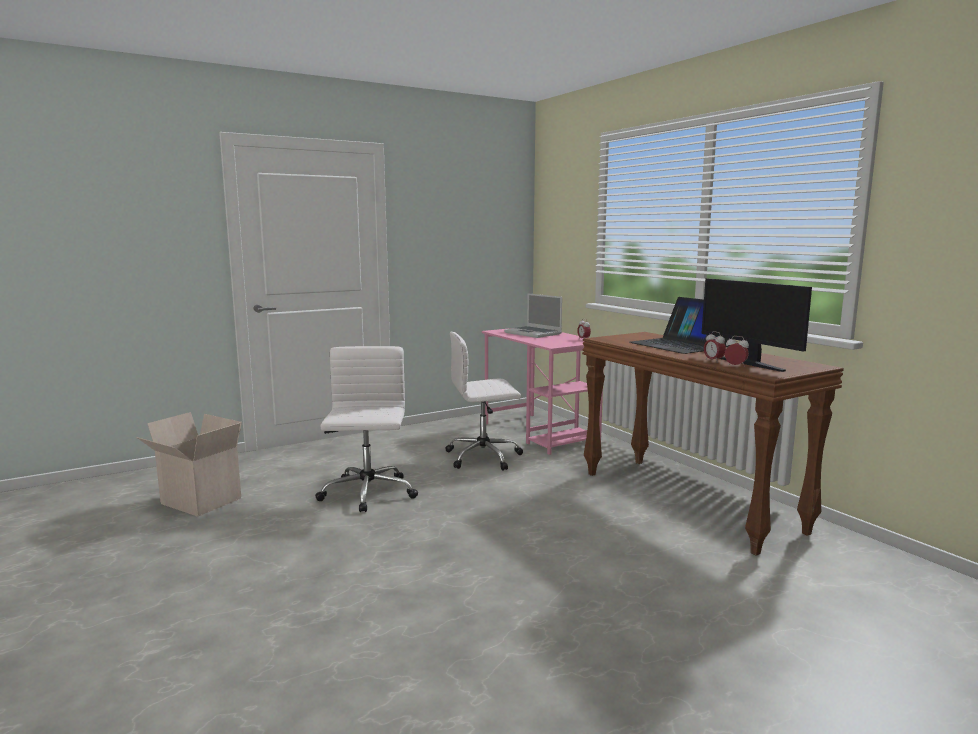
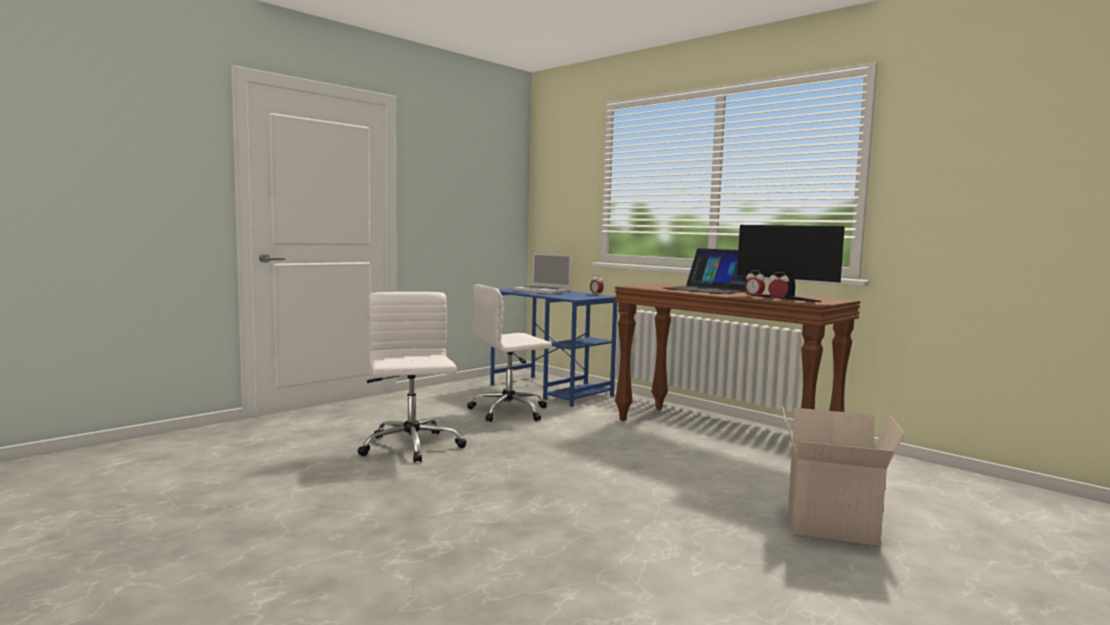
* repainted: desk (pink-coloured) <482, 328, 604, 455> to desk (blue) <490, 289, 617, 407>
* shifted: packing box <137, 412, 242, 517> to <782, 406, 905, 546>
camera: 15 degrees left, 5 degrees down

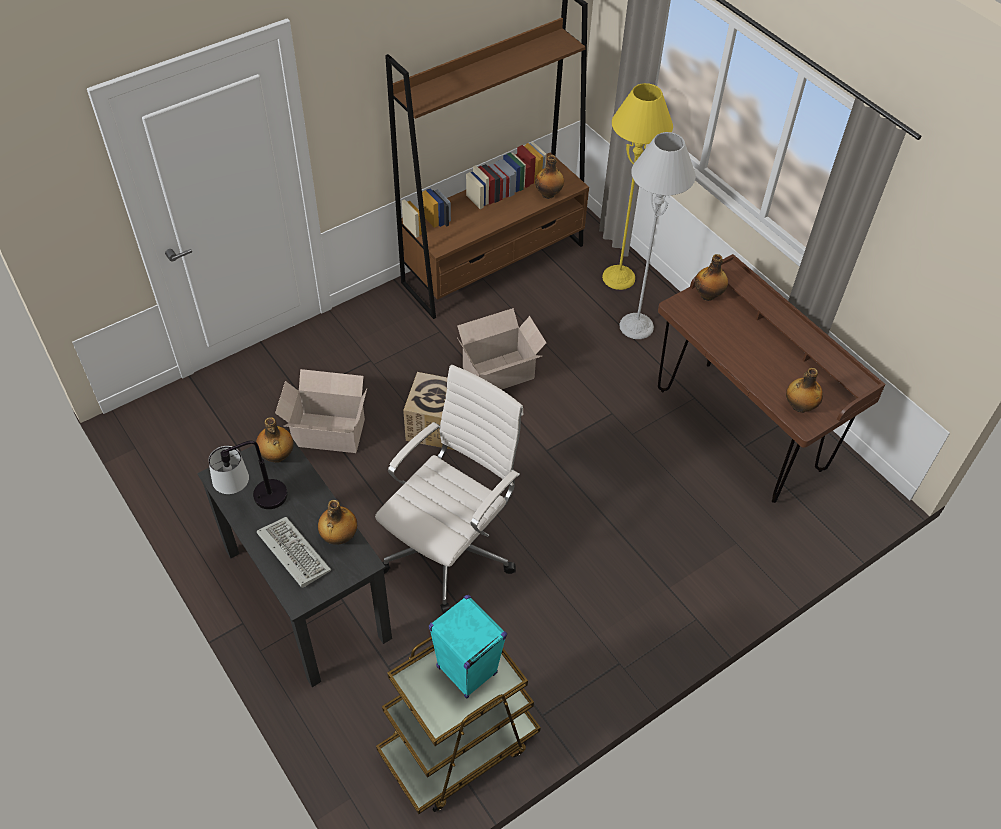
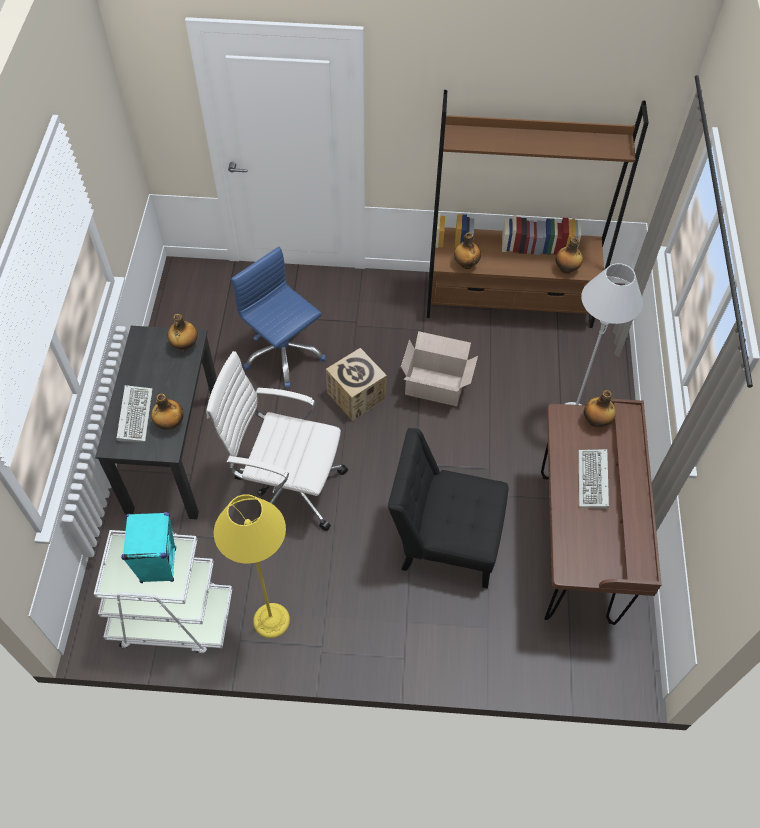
* shifted: standard lamp (yellow-coloured) <602, 83, 673, 290> to <214, 494, 290, 638>
* rotated: computer chair (white) <375, 365, 523, 614> = <206, 351, 348, 531> 150 degrees counterclockwise
* shifted: beverage bottle <786, 368, 823, 413> to <454, 232, 481, 269>
* swapped: packing box <275, 369, 367, 453> to computer chair (blue) <231, 246, 326, 388>
* gone: table lamp <208, 440, 288, 509>
* repainted: wheeled cart (brownish) <376, 637, 541, 814> to wheeled cart (white) <94, 530, 232, 654>
* new: chair (black) <388, 428, 508, 588>
* new: keyboard <578, 449, 609, 509>
camera: 40 degrees right, 5 degrees up

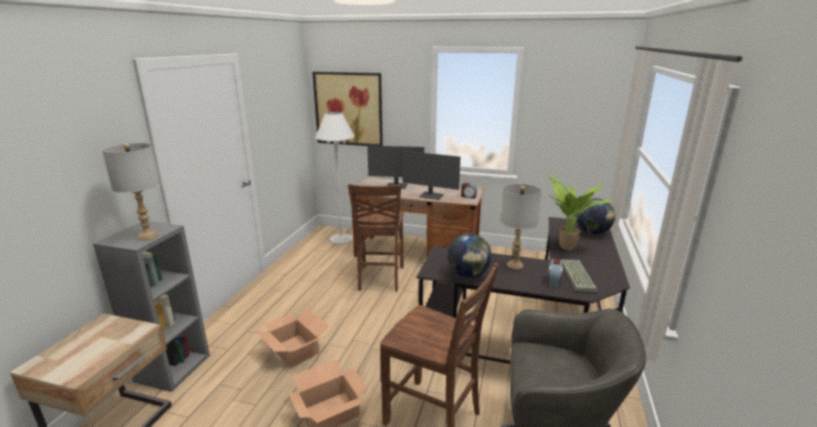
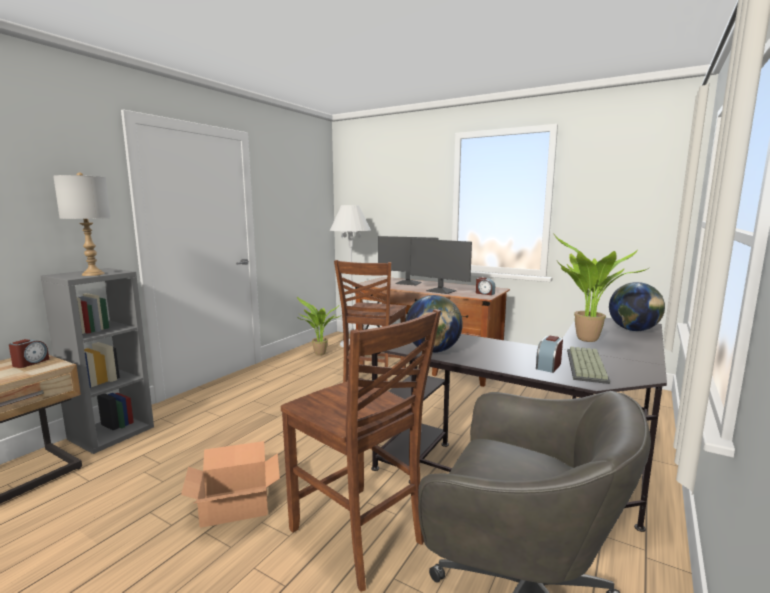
* gone: wall art <312, 72, 383, 146>
* gone: table lamp (grey) <501, 183, 542, 269>
* gone: packing box <256, 309, 329, 368>
* new: houseplant <297, 297, 342, 355>
* new: table clock <9, 339, 49, 368>
camera: 15 degrees right, 10 degrees down

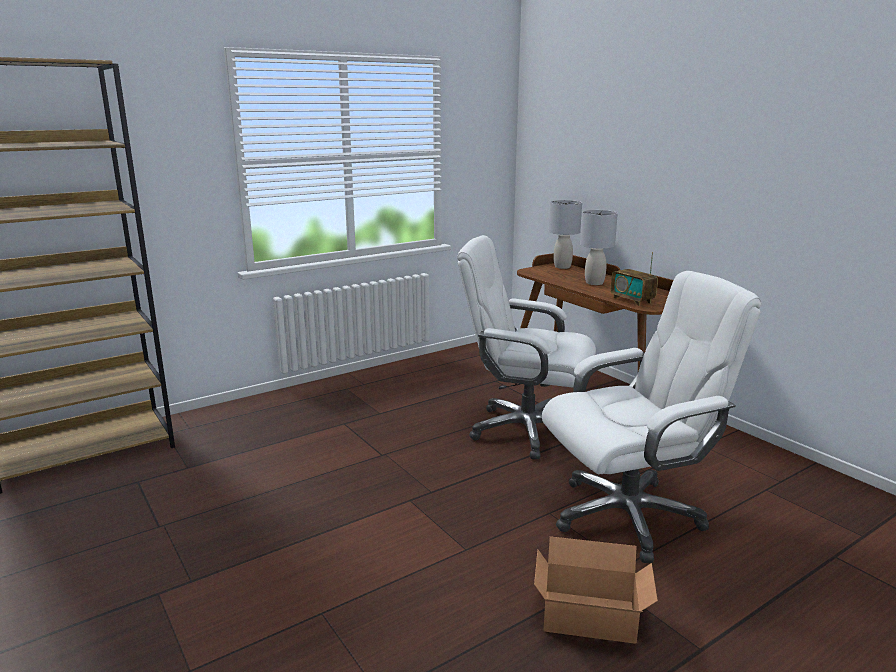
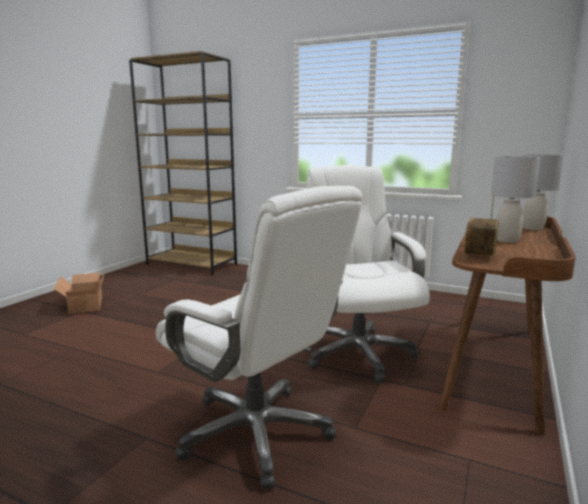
* shifted: packing box <534, 536, 658, 644> to <54, 271, 105, 314>
camera: 60 degrees right, 5 degrees down

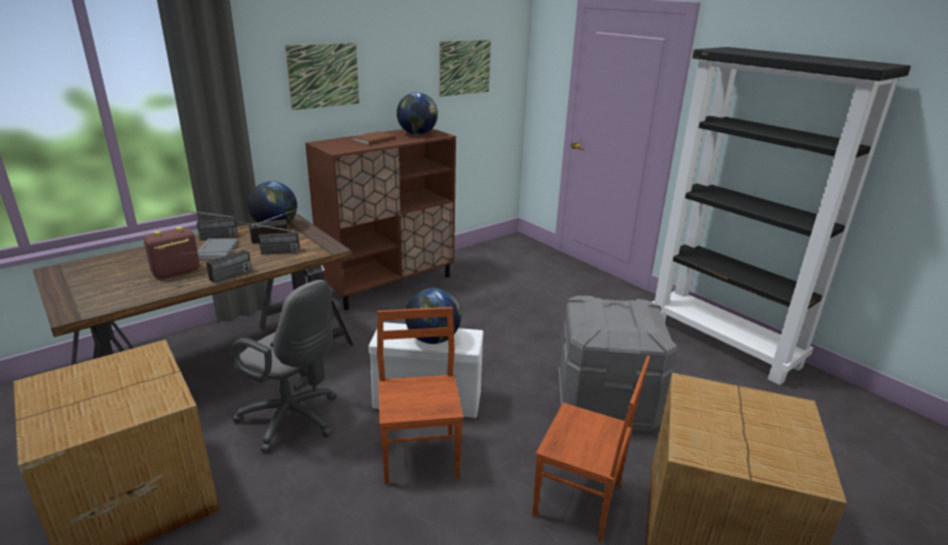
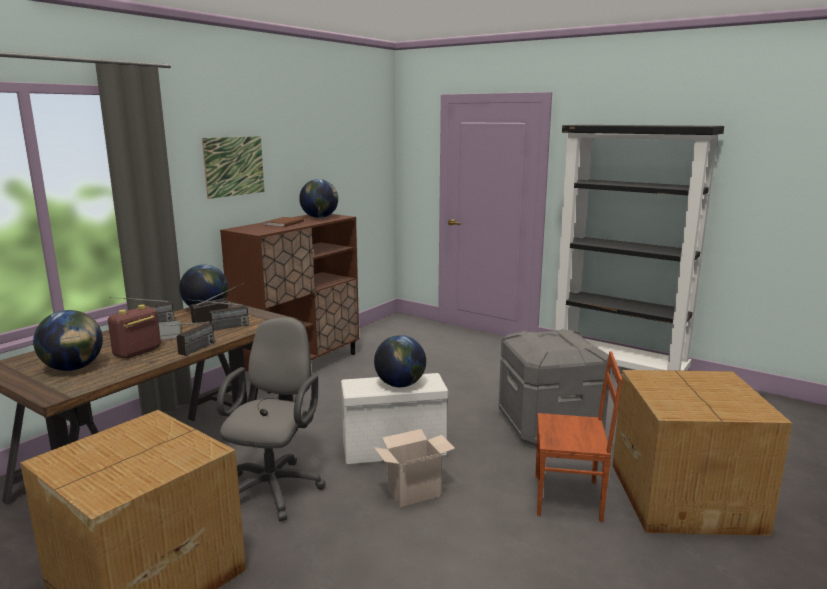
* gone: wall art <439, 40, 491, 97>
* rotated: computer chair (grey) <231, 280, 337, 453> = <217, 317, 326, 521> 90 degrees counterclockwise
* swapped: chair (brownish) <377, 307, 463, 485> to packing box <373, 429, 455, 507>
* new: desk globe <33, 310, 103, 371>
camera: 15 degrees left, 10 degrees down

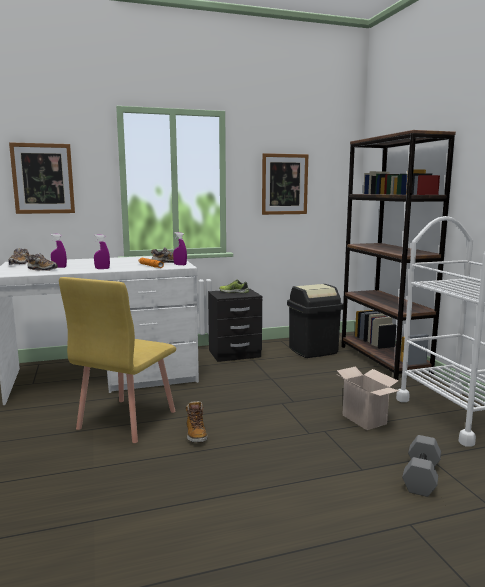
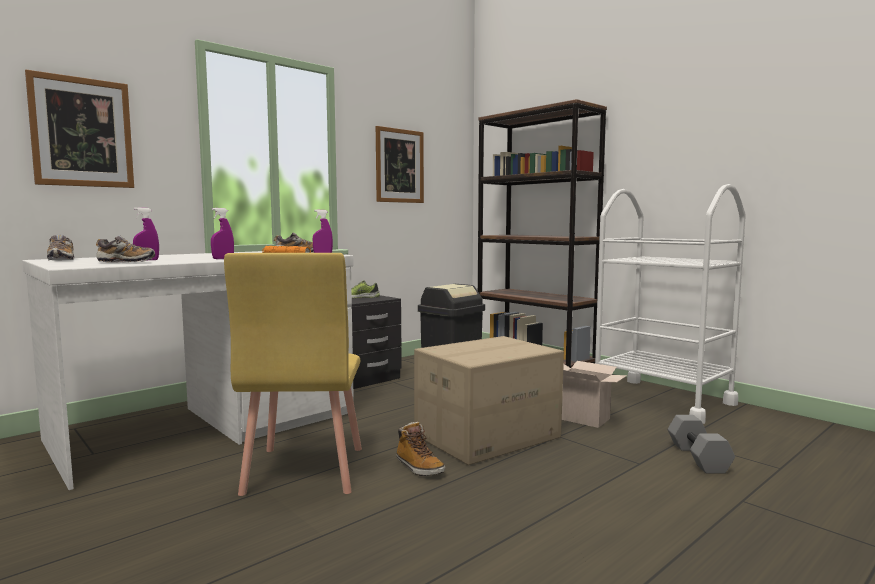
* new: packing box <414, 336, 564, 465>
camera: 25 degrees left, 5 degrees down

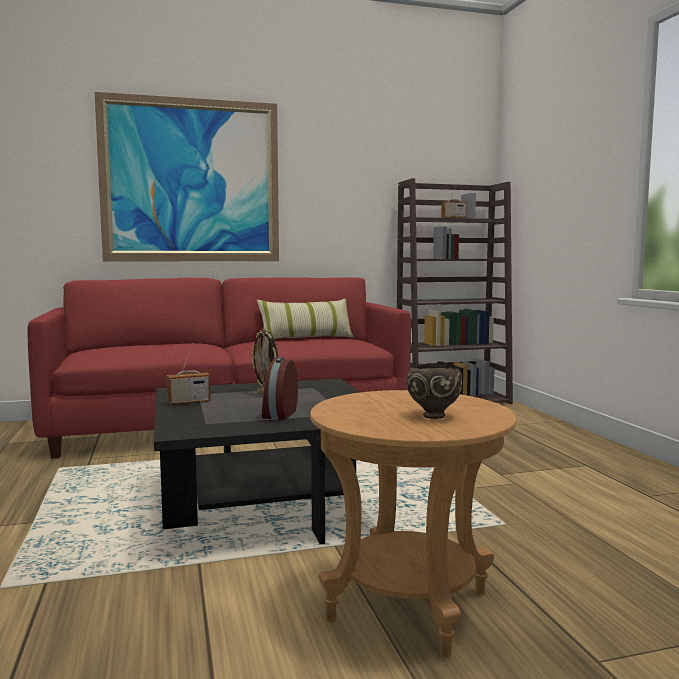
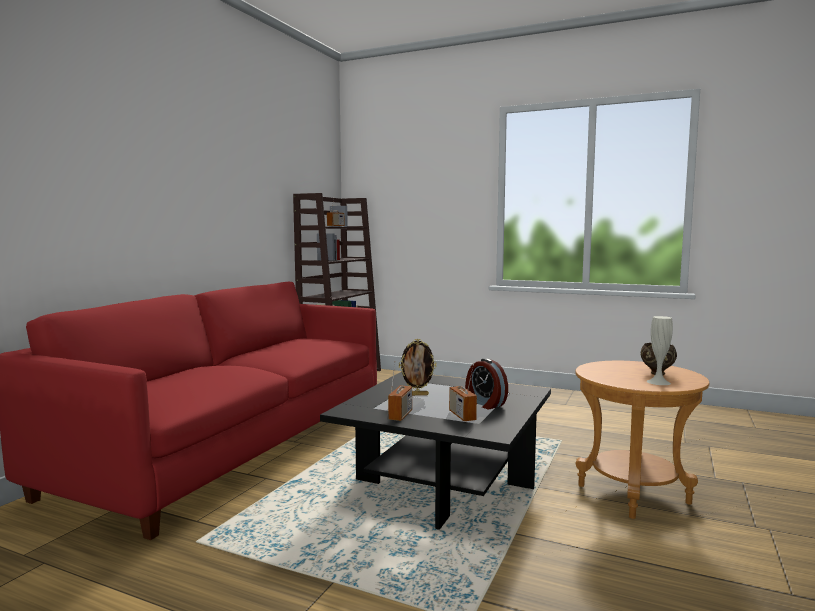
* gone: wall art <95, 92, 279, 262>
* gone: throw pillow <257, 298, 354, 339>
* new: decorative vase (white) <647, 316, 673, 385>
* new: radio receiver <449, 364, 477, 421>
camera: 50 degrees left, 0 degrees up

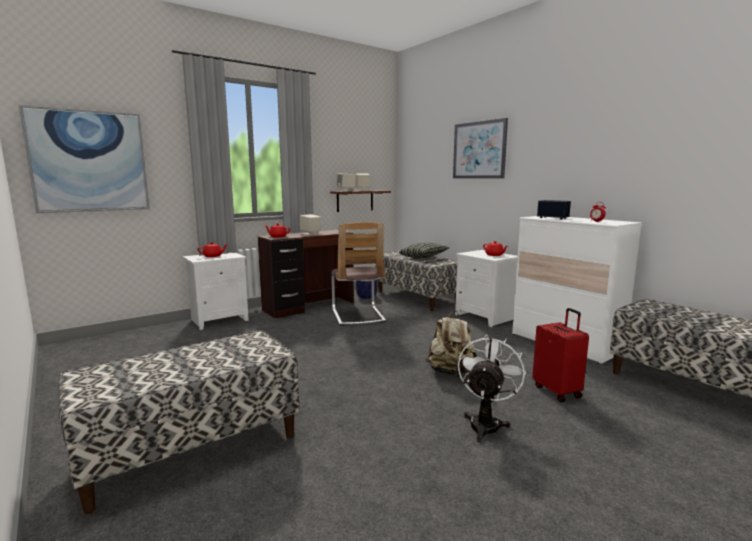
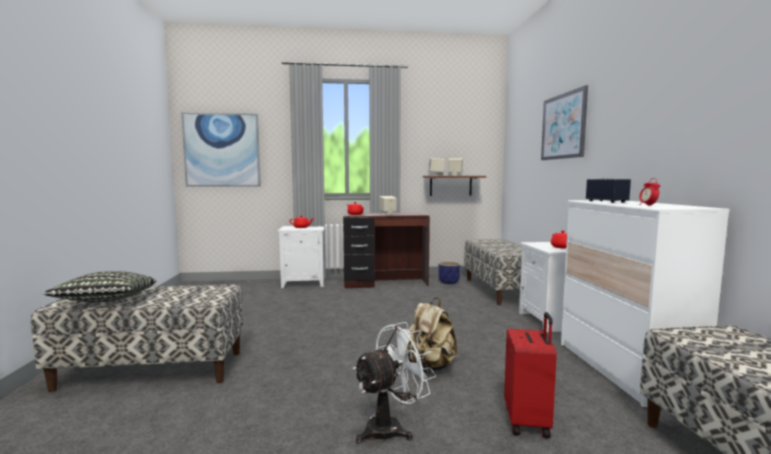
* gone: chair <331, 222, 386, 326>
* shifted: throw pillow <399, 243, 449, 258> to <43, 271, 157, 302>
camera: 30 degrees right, 5 degrees down

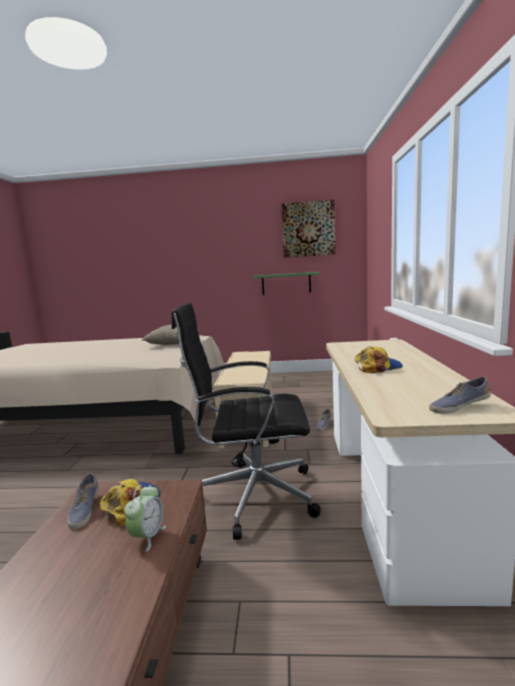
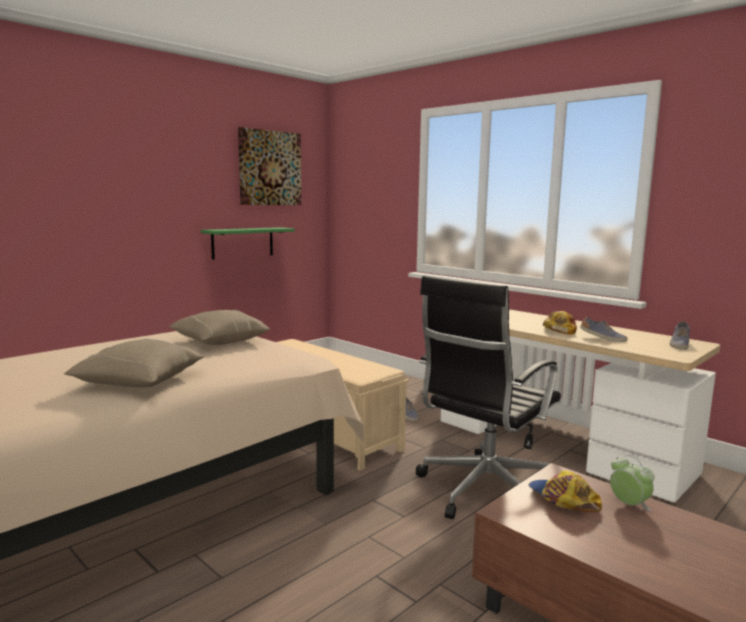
* shifted: low shoe <68, 473, 99, 529> to <580, 317, 628, 342>
* new: throw pillow (beige) <64, 339, 205, 387>
camera: 50 degrees left, 0 degrees up

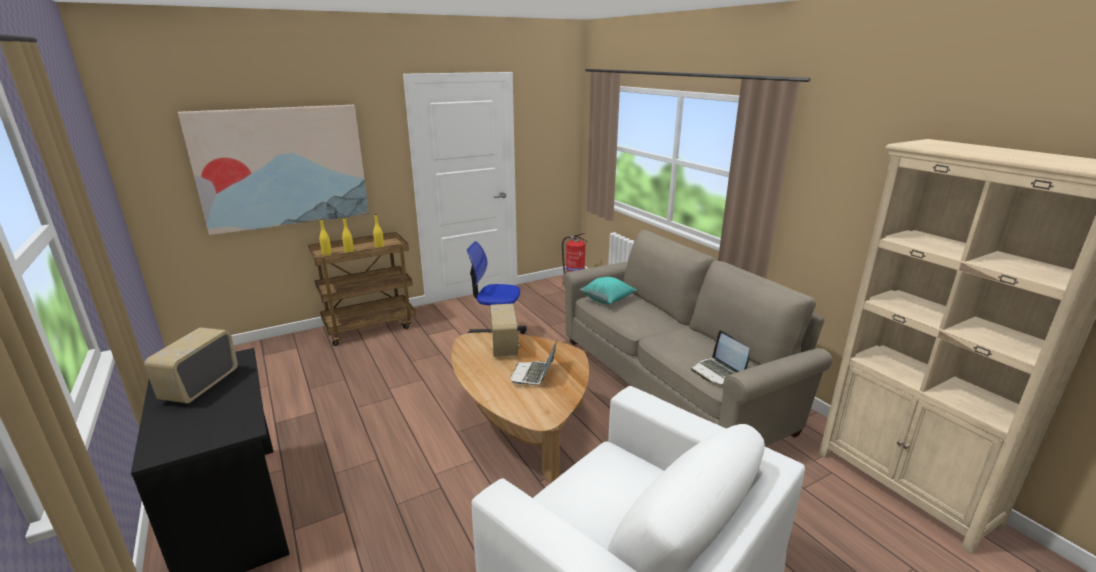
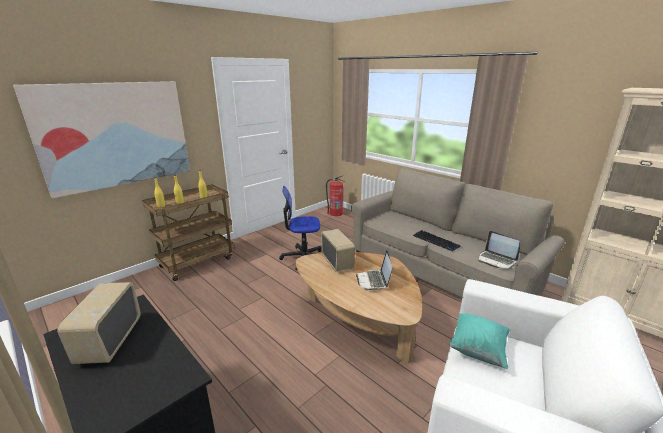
* shifted: throw pillow (blue-green) <580, 277, 637, 304> to <449, 313, 511, 369>
* new: keyboard <413, 230, 461, 251>
camera: 15 degrees left, 0 degrees up

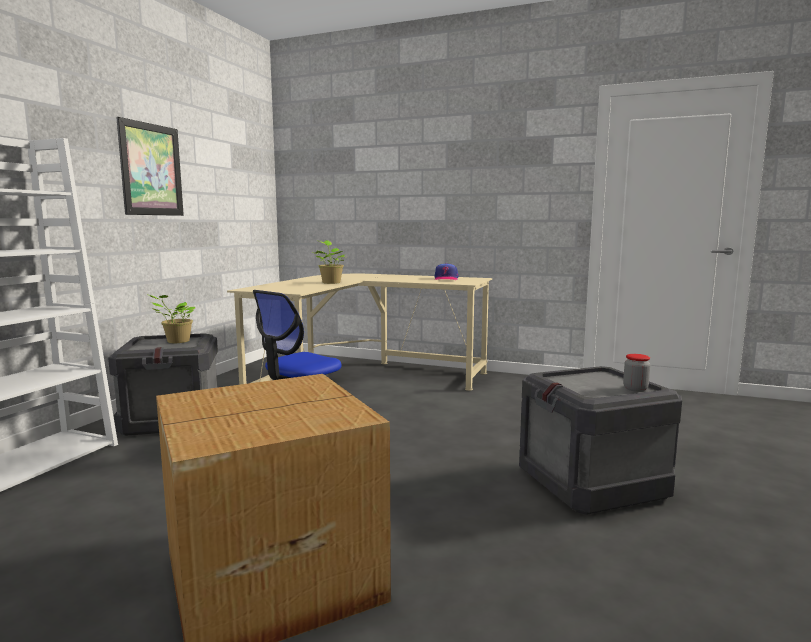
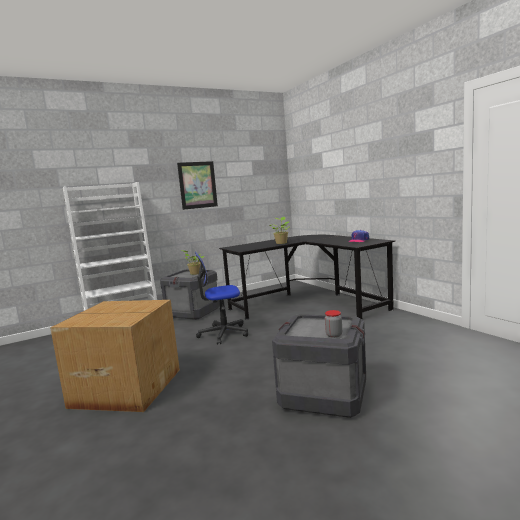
* repainted: desk (beige) <227, 274, 492, 391> to desk (black) <219, 235, 395, 320>
camera: 40 degrees right, 0 degrees up

